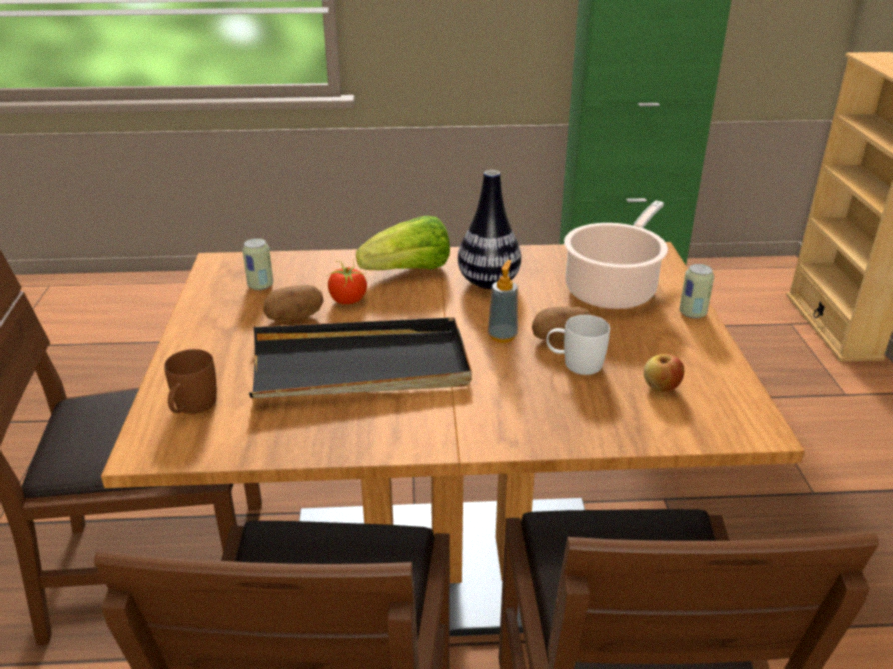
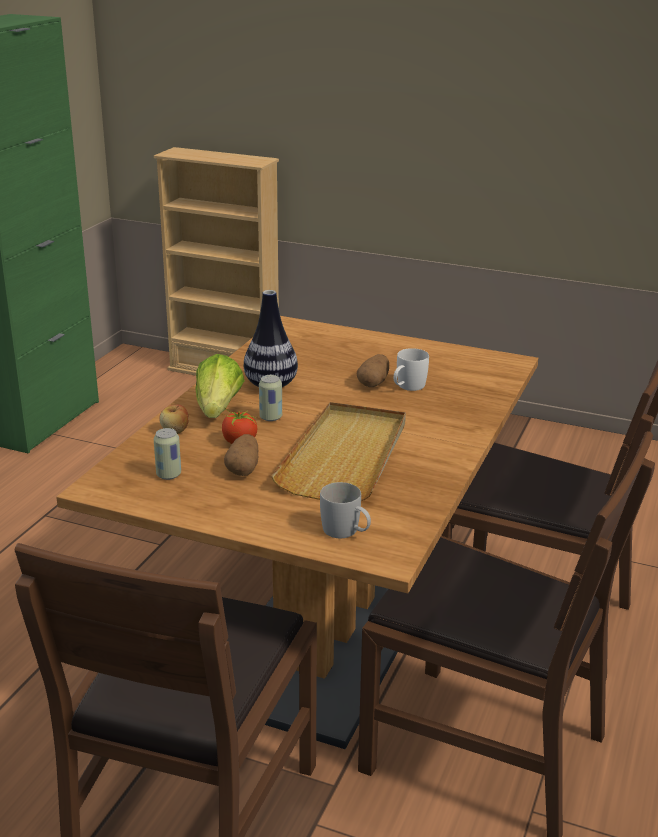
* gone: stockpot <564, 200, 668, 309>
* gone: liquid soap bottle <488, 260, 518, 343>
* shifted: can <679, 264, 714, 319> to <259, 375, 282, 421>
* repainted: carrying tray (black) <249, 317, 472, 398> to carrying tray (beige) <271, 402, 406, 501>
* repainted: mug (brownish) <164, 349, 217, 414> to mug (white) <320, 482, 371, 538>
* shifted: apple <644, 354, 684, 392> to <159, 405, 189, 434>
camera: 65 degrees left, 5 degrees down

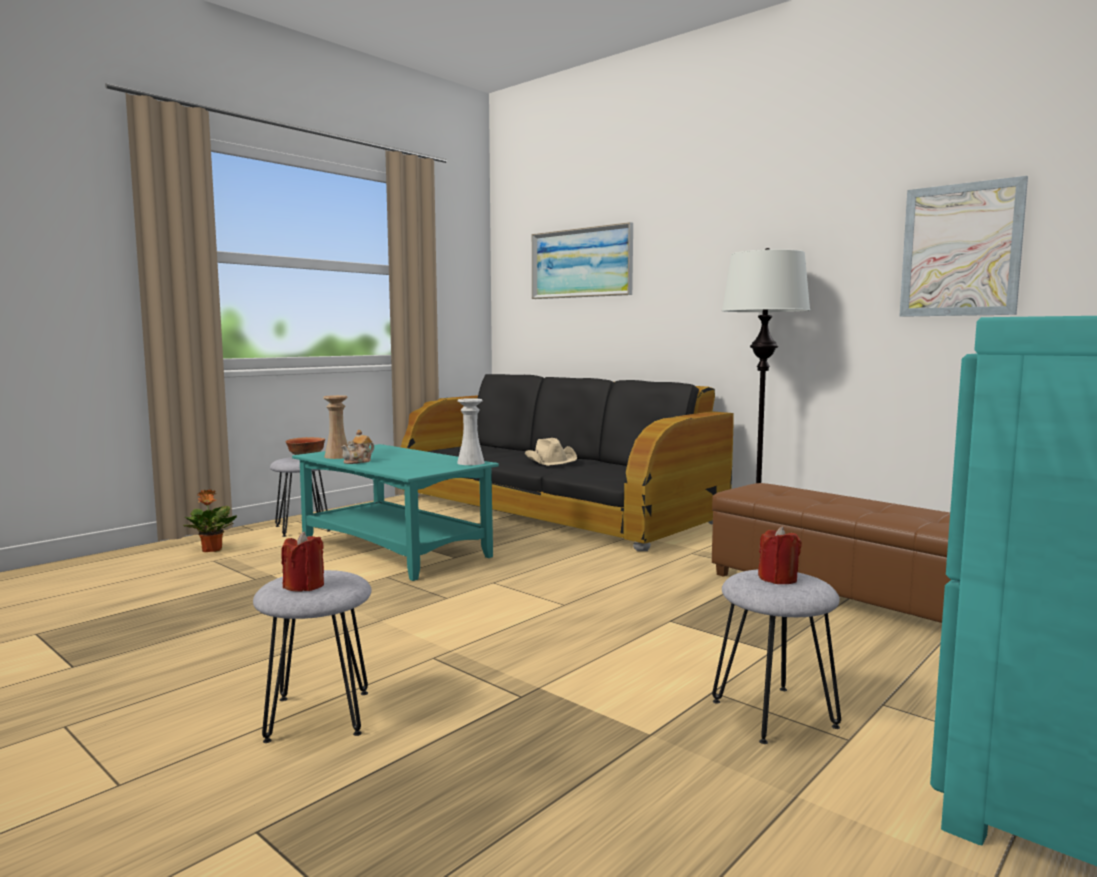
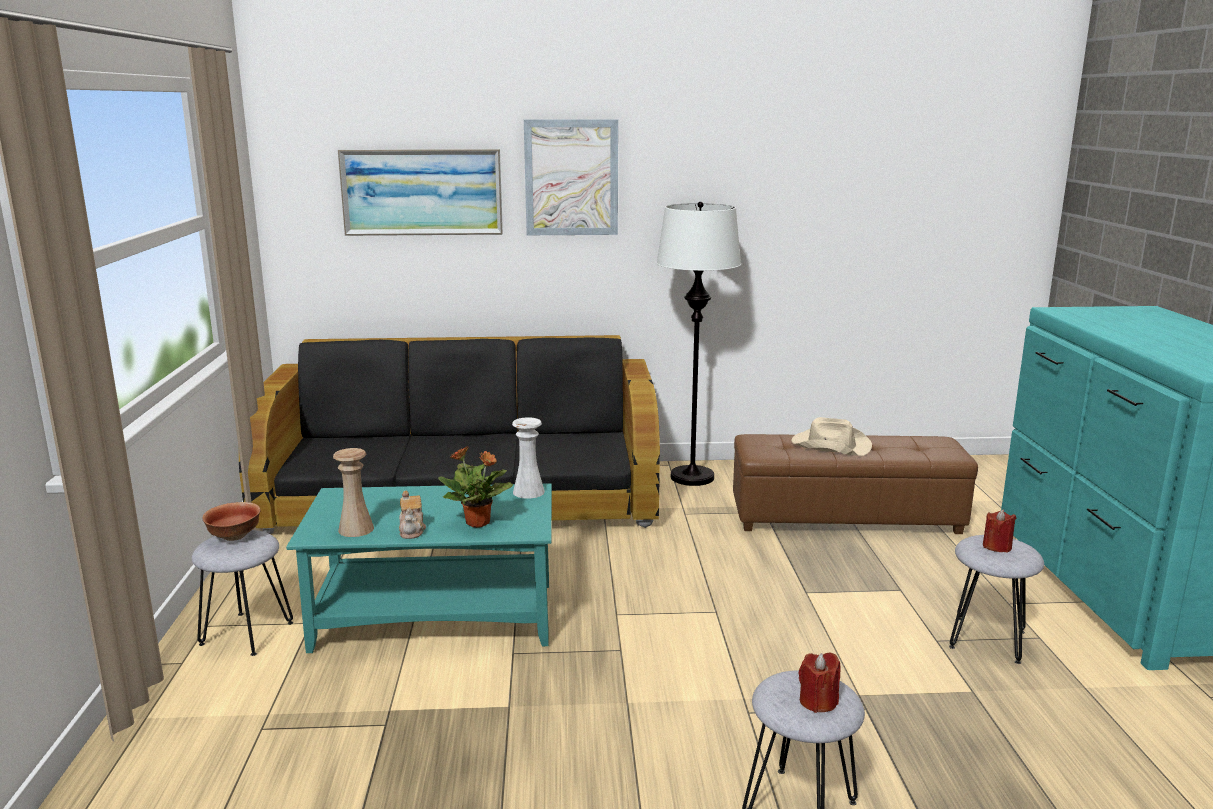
* shifted: wall art <899, 176, 1028, 317> to <524, 119, 618, 235>
* shifted: clothing hat (beige) <525, 438, 577, 466> to <791, 417, 872, 456>
* shifted: houseplant <183, 490, 237, 552> to <438, 446, 513, 528>
camera: 45 degrees left, 10 degrees up

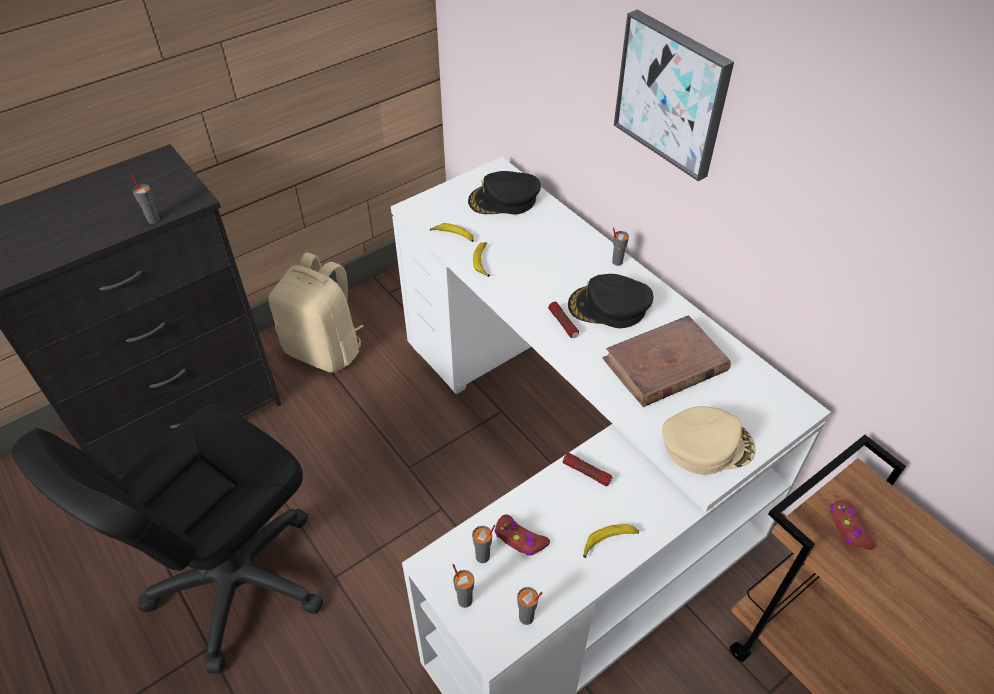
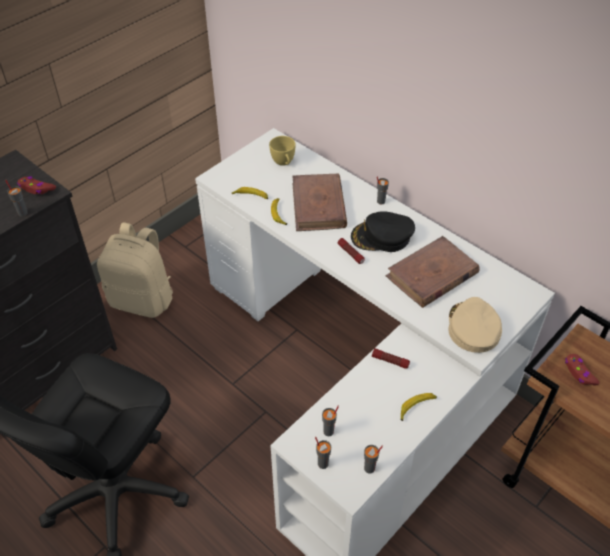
* gone: wall art <614, 10, 734, 181>
* swapped: baseball cap (black) <468, 171, 541, 215> to small cup (yellow-coloured) <269, 136, 296, 166>
* rotated: baseball cap (beige) <662, 406, 755, 475> = <449, 297, 502, 353> 75 degrees counterclockwise
* shifted: game controller (reddish) <495, 514, 550, 556> to <17, 176, 56, 194>
* new: bound book (brownish) <292, 174, 347, 231>
camera: 10 degrees left, 0 degrees up

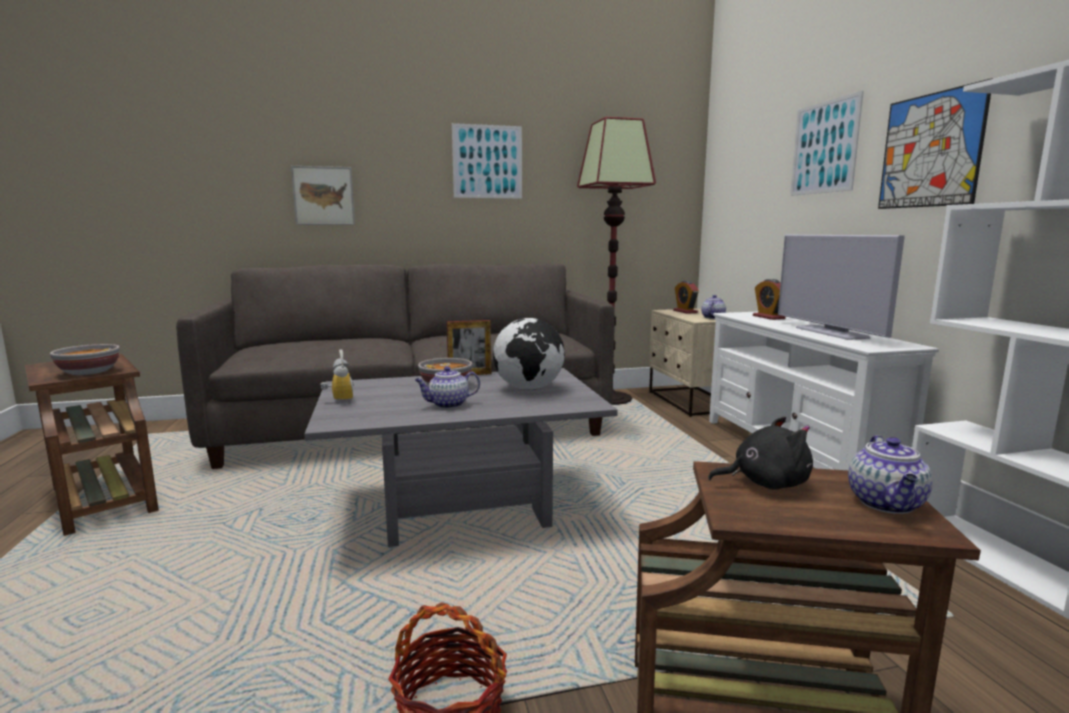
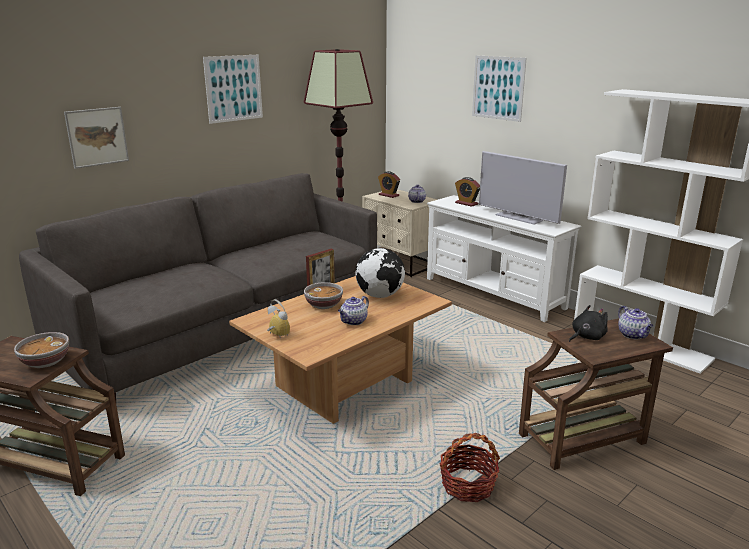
* gone: wall art <878, 79, 991, 209>
* repainted: coffee table (grey) <304, 368, 618, 547> to coffee table (brownish) <229, 276, 452, 424>
camera: 30 degrees left, 10 degrees up

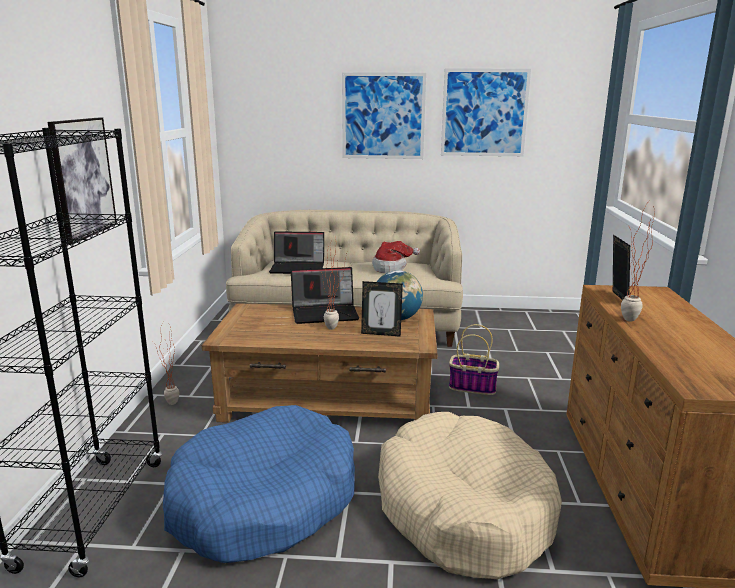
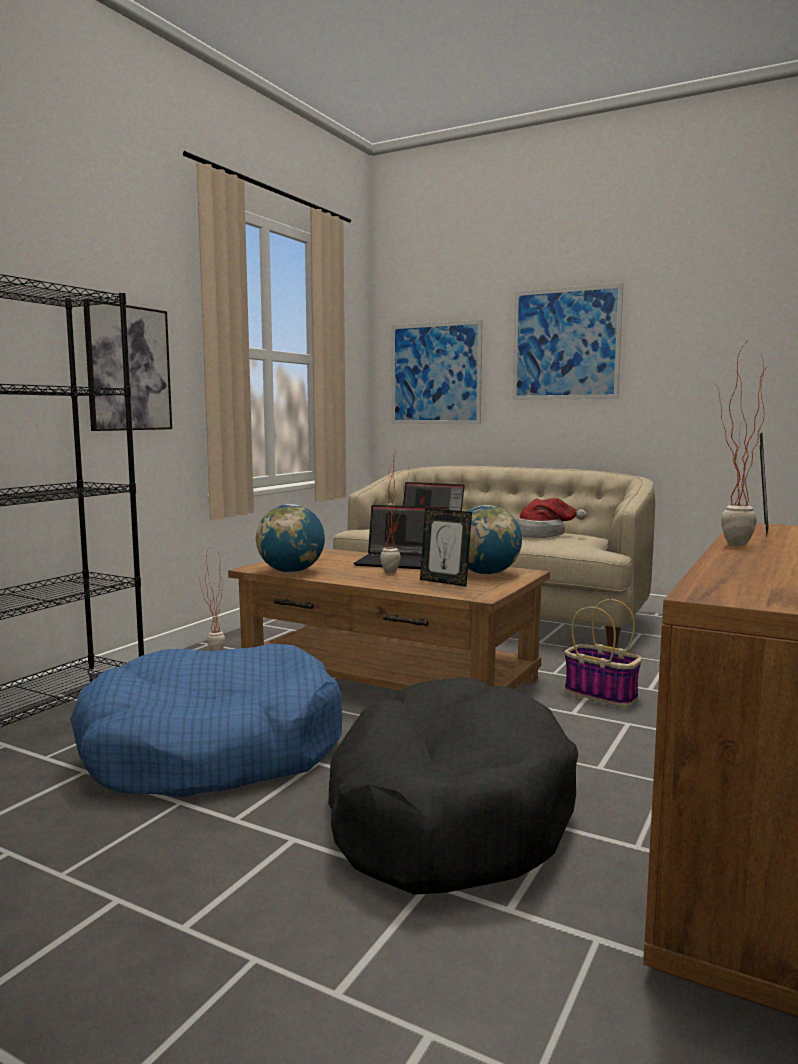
* shifted: wall art <441, 68, 531, 156> to <391, 320, 482, 424>
* repainted: dog cushion (beige) <378, 412, 562, 579> to dog cushion (black) <328, 677, 578, 895>
* new: desk globe <256, 504, 325, 573>
camera: 25 degrees right, 10 degrees down

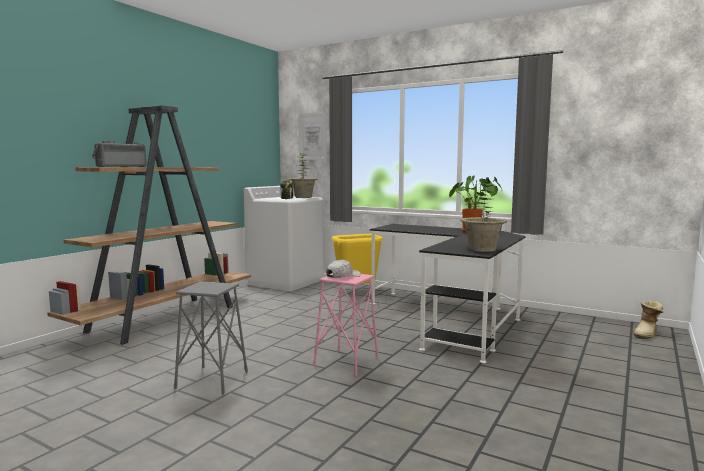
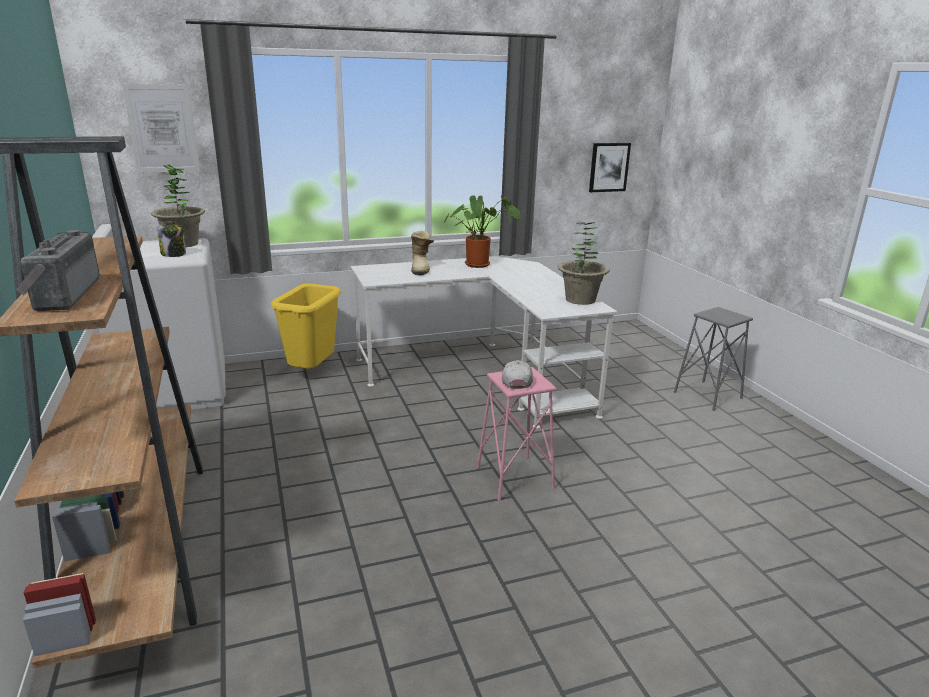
* repainted: desk (black) <370, 224, 526, 363> to desk (white) <351, 256, 617, 429>
* shifted: sitting stool (grey) <174, 281, 248, 395> to <674, 307, 753, 411>
* shifted: tall boot <633, 301, 663, 339> to <411, 231, 434, 275>
* new: wall art <589, 143, 631, 192>
camera: 50 degrees left, 15 degrees up

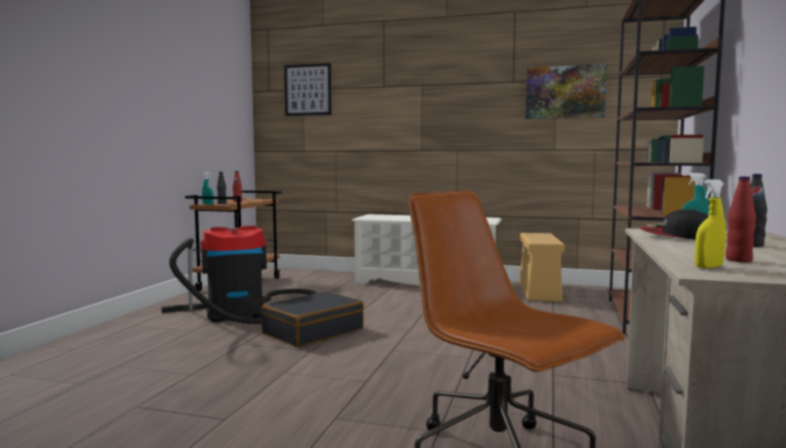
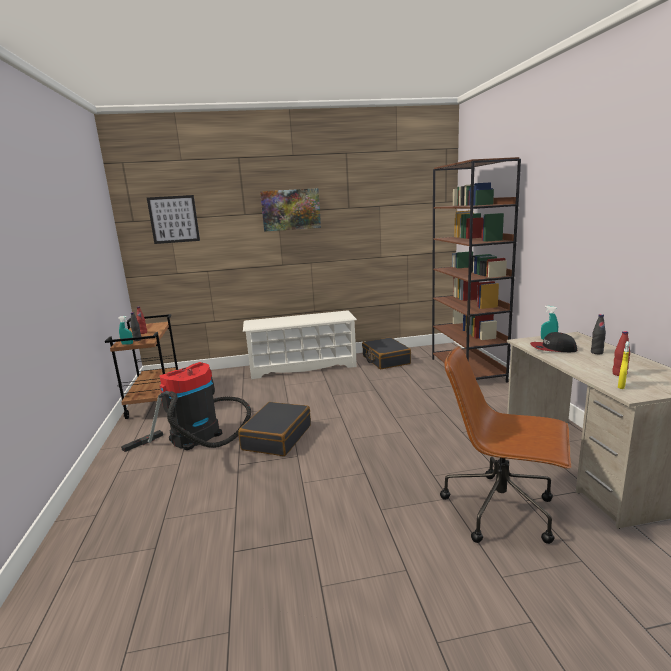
* shifted: wall art <526, 64, 607, 119> to <260, 188, 321, 232>
* swapped: storage container (beige) <519, 233, 565, 302> to piece of luggage (black) <362, 337, 411, 369>
camera: 25 degrees left, 10 degrees up

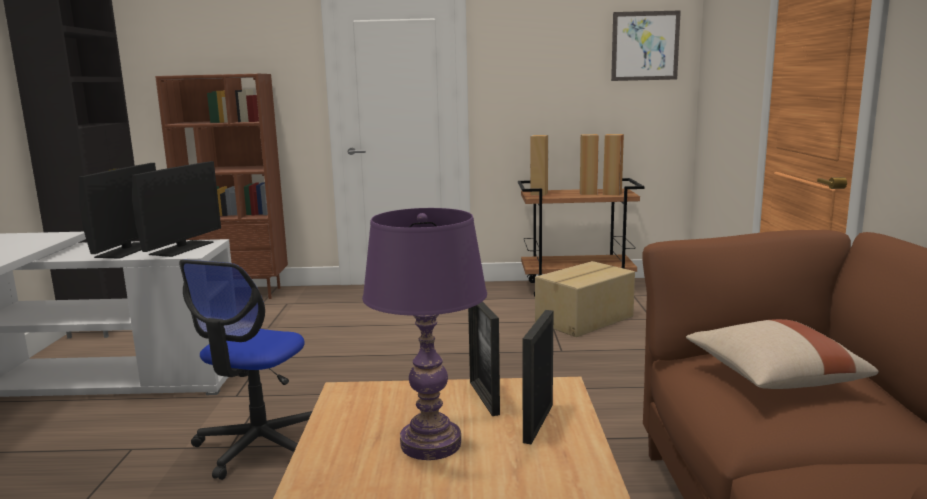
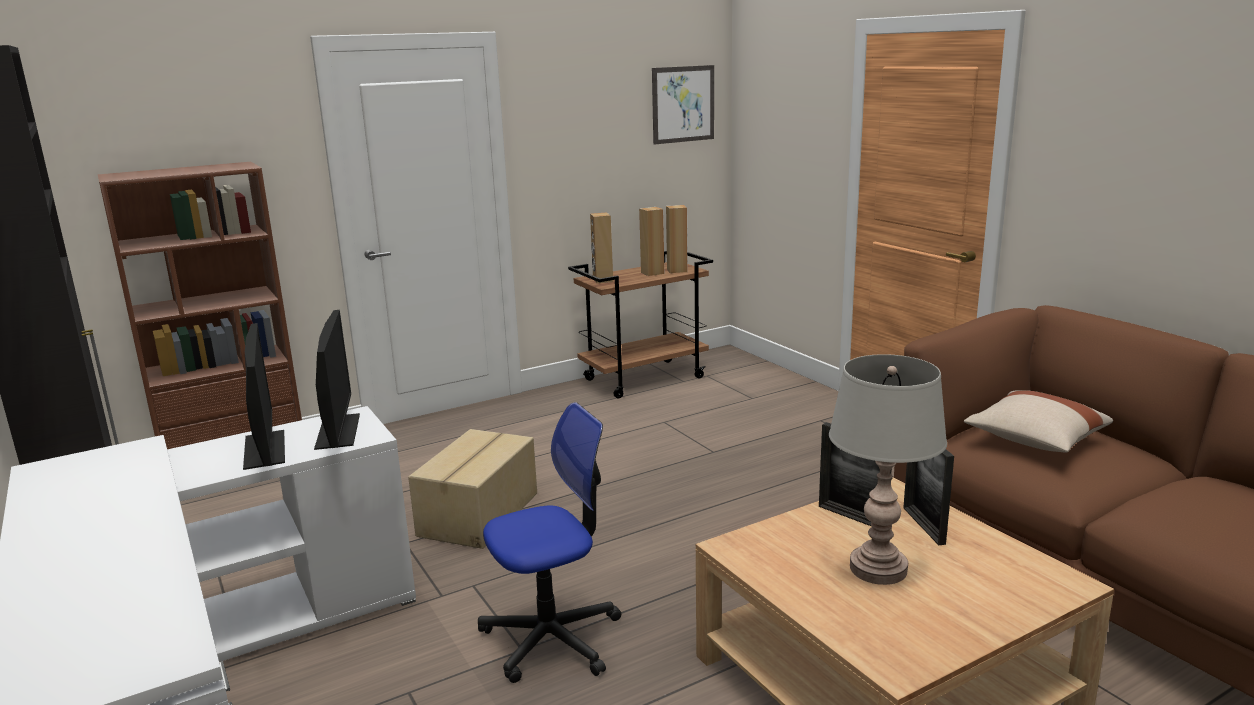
* repainted: table lamp (purple-coloured) <362, 208, 487, 460> to table lamp (grey) <829, 354, 947, 585>
* rotated: computer chair <179, 260, 312, 480> = <478, 402, 621, 683> 105 degrees counterclockwise
* shifted: packing box <535, 261, 635, 337> to <408, 429, 537, 549>
camera: 30 degrees left, 5 degrees up

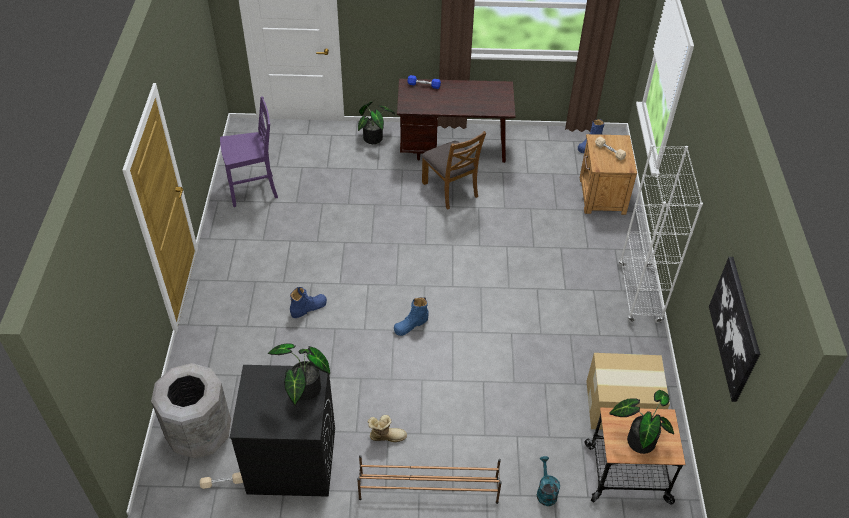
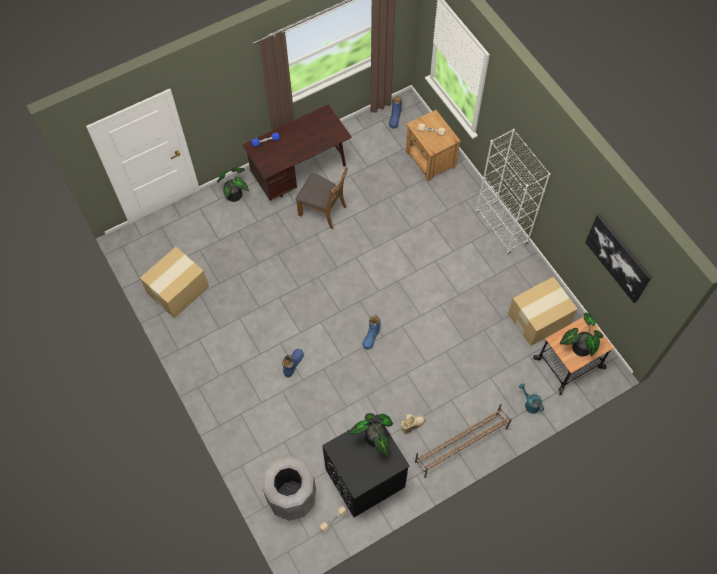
* swapped: chair (purple-coloured) <220, 96, 278, 207> to packing box <140, 247, 209, 318>
camera: 30 degrees left, 15 degrees up

